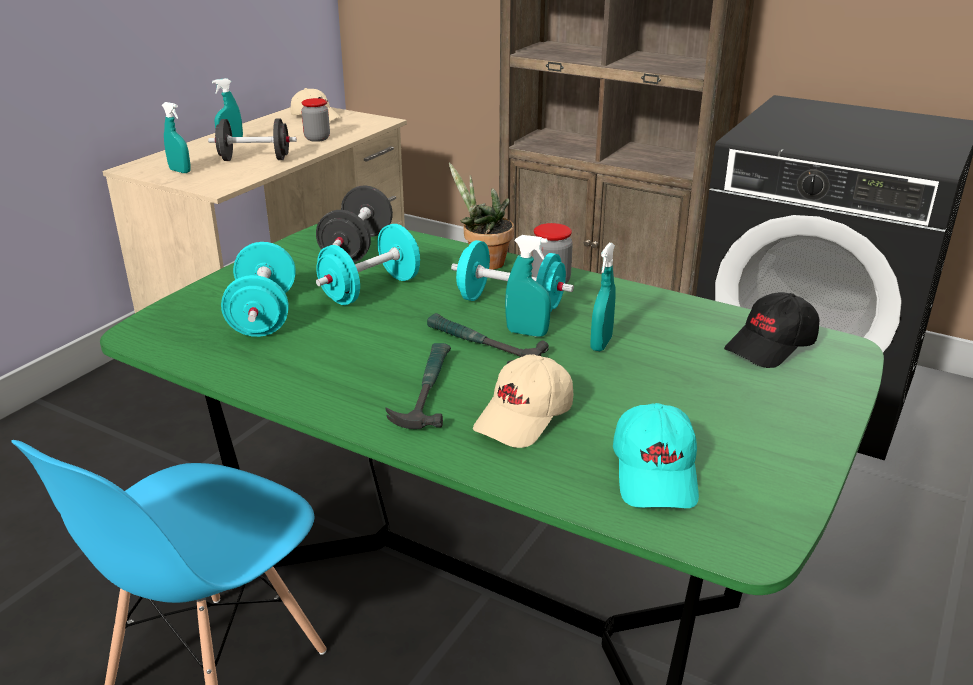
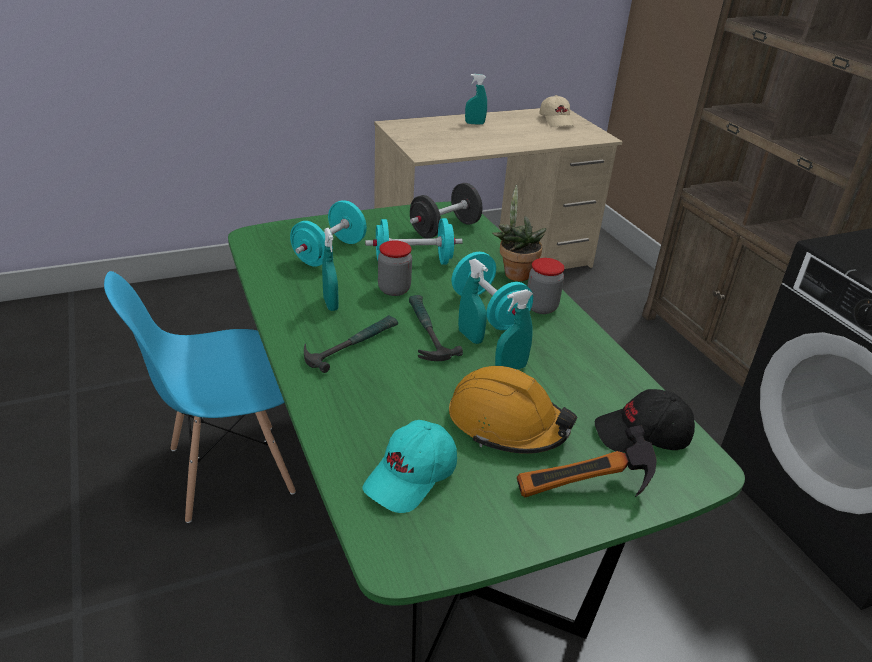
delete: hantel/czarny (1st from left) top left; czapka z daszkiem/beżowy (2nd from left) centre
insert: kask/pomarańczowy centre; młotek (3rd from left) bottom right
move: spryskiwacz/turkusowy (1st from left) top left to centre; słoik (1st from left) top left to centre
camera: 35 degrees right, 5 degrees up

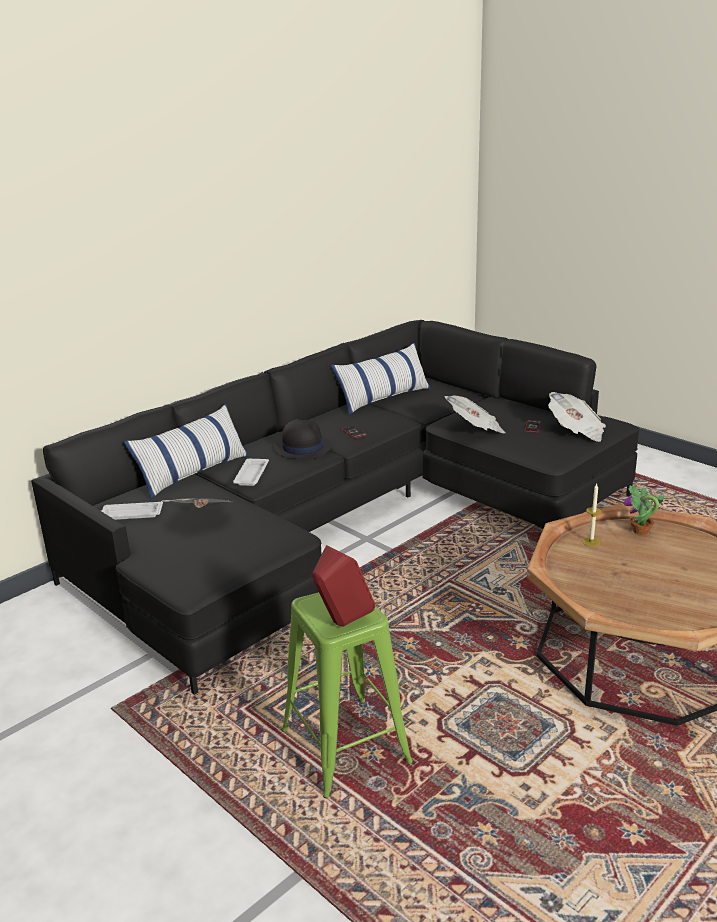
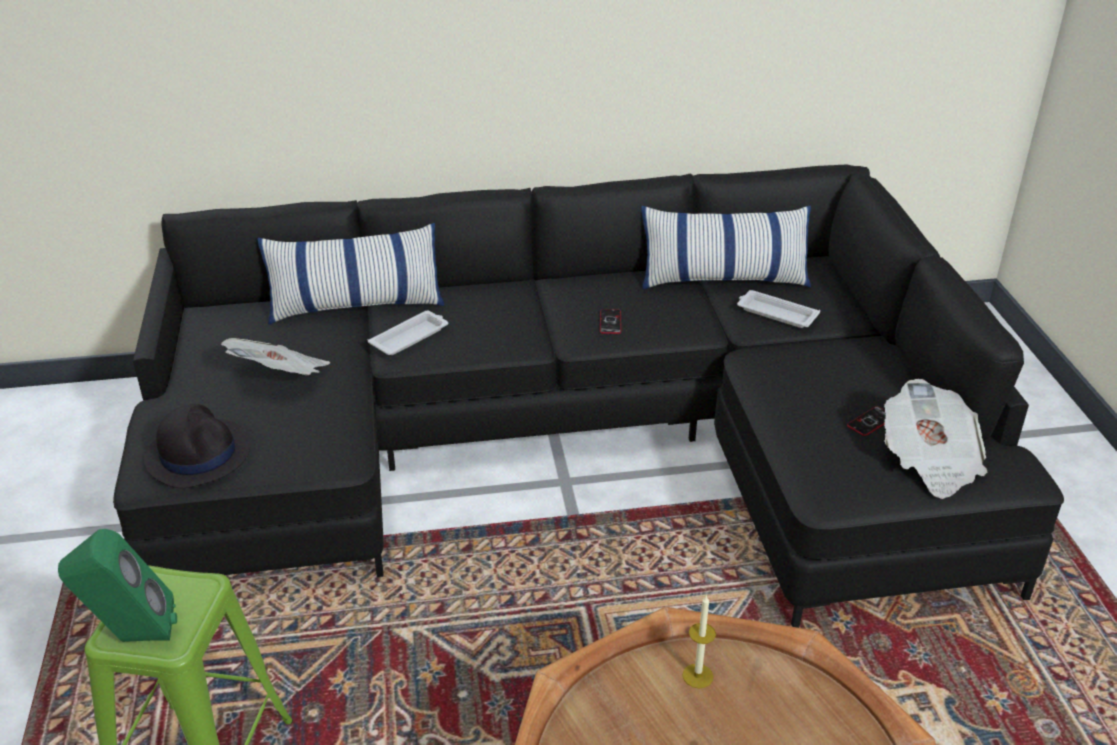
delete: gazeta (2nd from left) centre; roślina doniczkowa middle right
move: kapelusz/czarny centre to middle left; taca/biały (1st from left in the first image) middle left to taca/biały (2nd from left) middle right
recolor: głośnik/czerwony centre to głośnik/zielony bottom left
camera: 35 degrees right, 10 degrees up

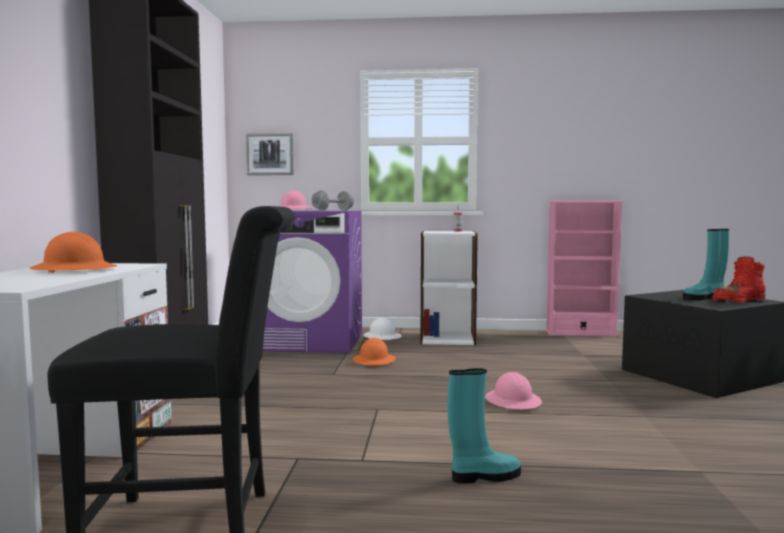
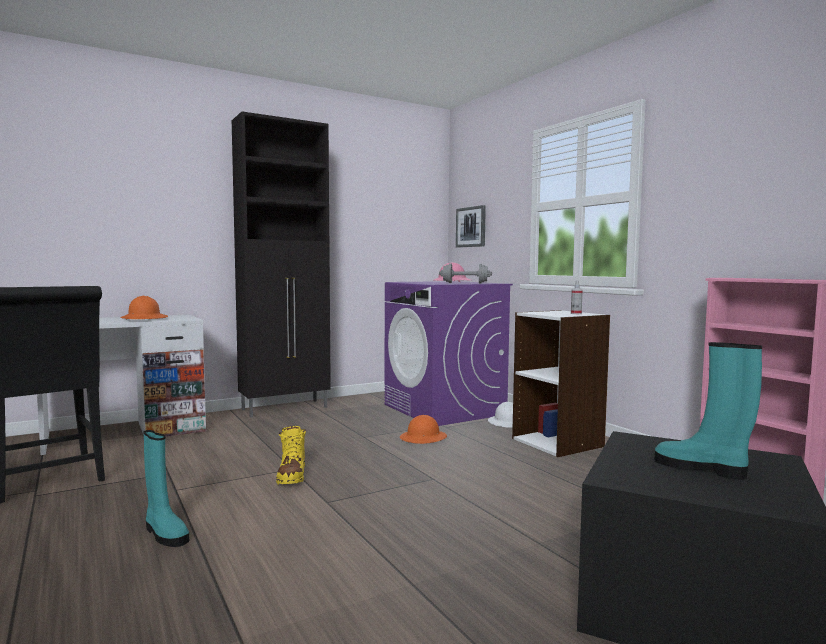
delete: kask/różowy (2nd from left) bottom centre; but z cholewką/czerwony middle right
insert: but z cholewką/żółty bottom centre
camera: 55 degrees right, 0 degrees up

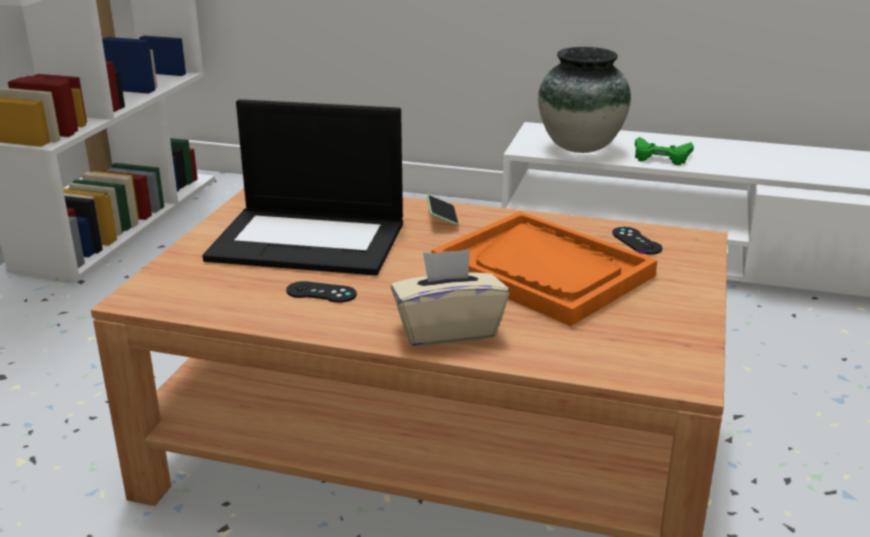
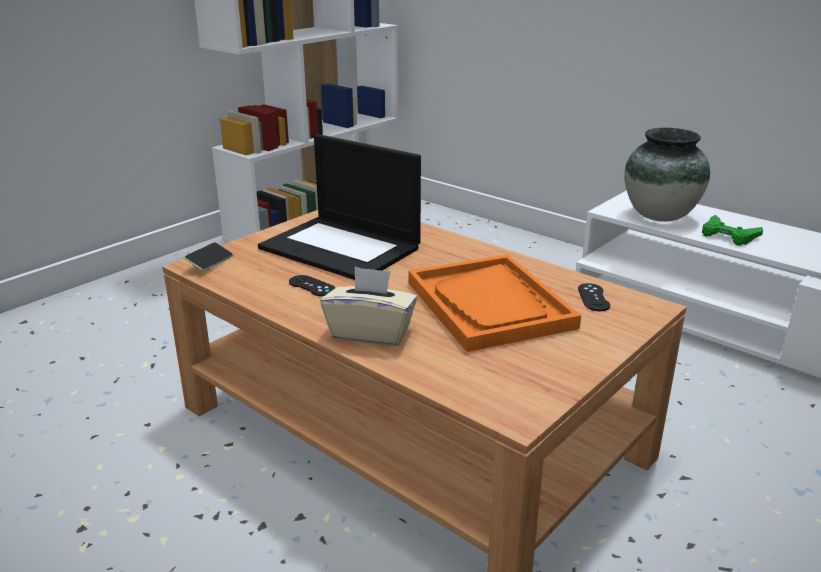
move: telefon centre to middle left
camera: 25 degrees right, 0 degrees up

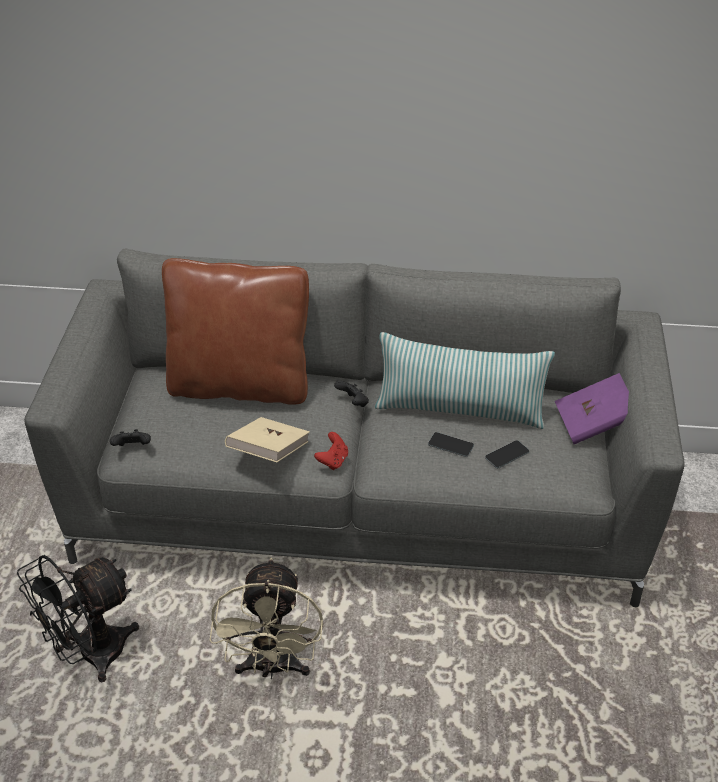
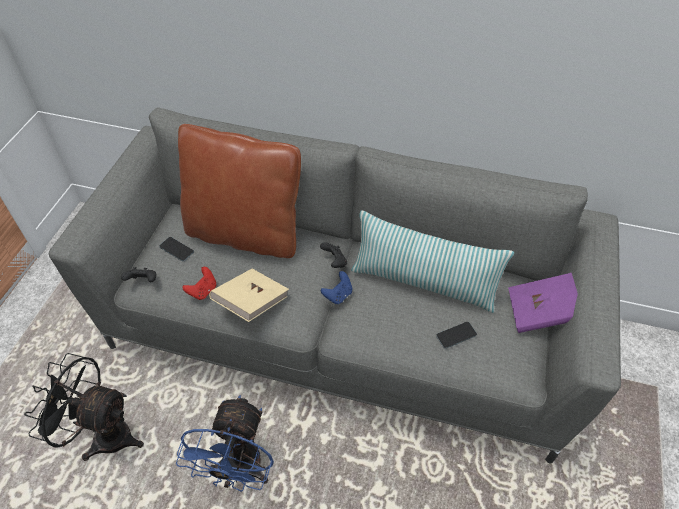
insert: pad do gier/niebieski centre
move: telefon (1st from left) centre to middle left; pad do gier/czerwony centre to middle left
recolor: wentylator/beżowy bottom centre to wentylator/niebieski bottom left
rotate: wentylator/czarny bottom left = bottom left 45 degrees clockwise
camera: 10 degrees right, 10 degrees up

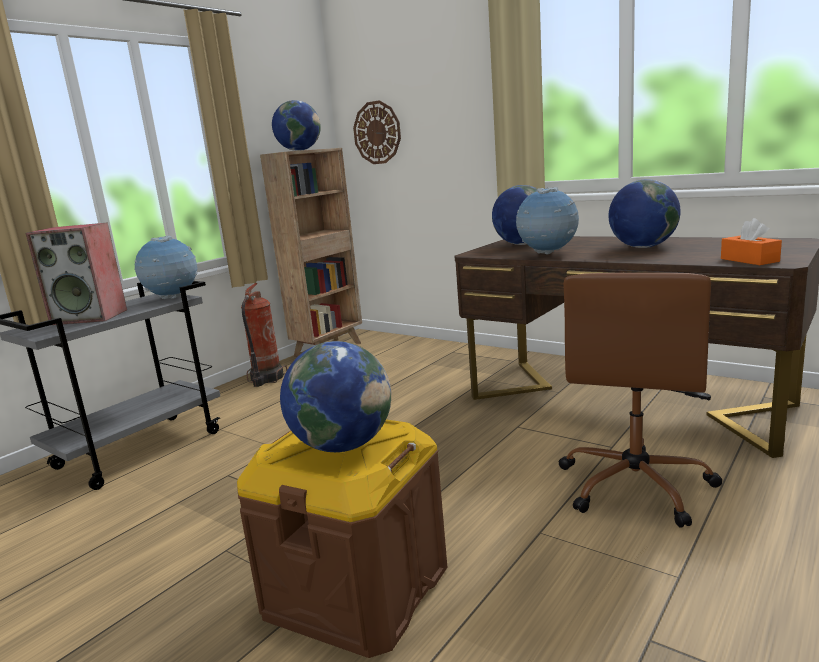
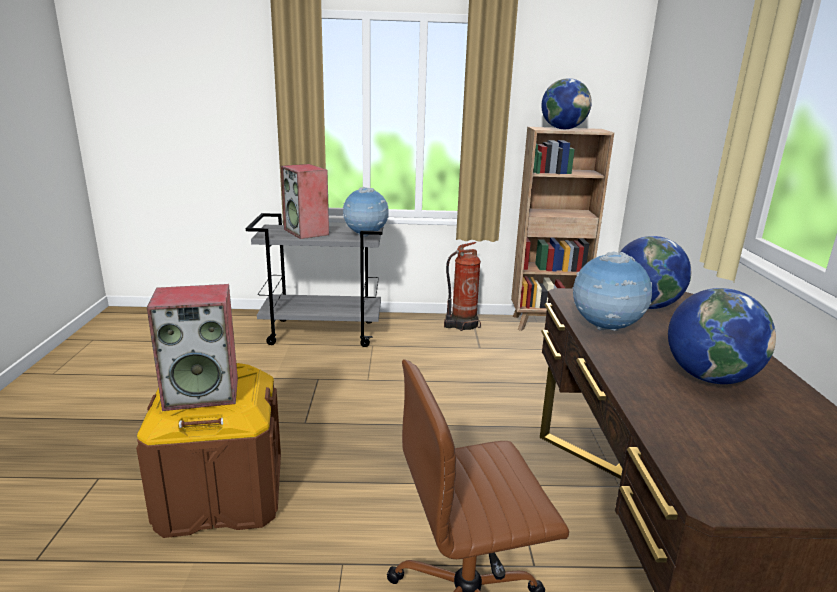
delete: zegar ścienny top centre; pudełko chusteczek/pomarańczowy middle right
replace: globus (3rd from left) centre to głośnik (1st from left) middle left
camera: 50 degrees right, 5 degrees up

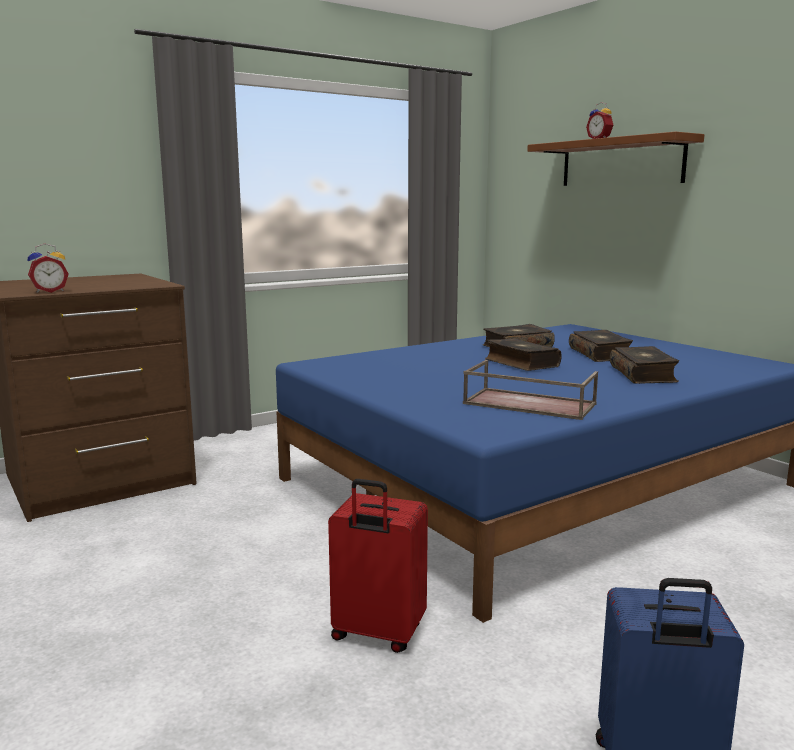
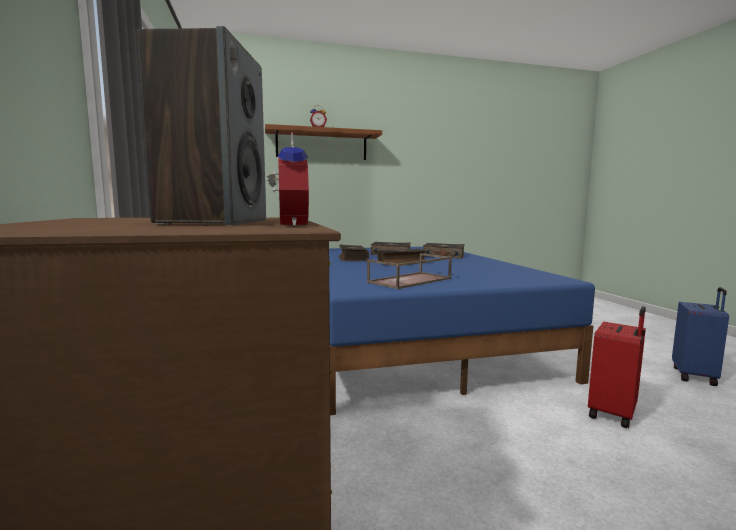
insert: głośnik top left
move: taca/brązowy middle right to centre
camera: 70 degrees left, 5 degrees down

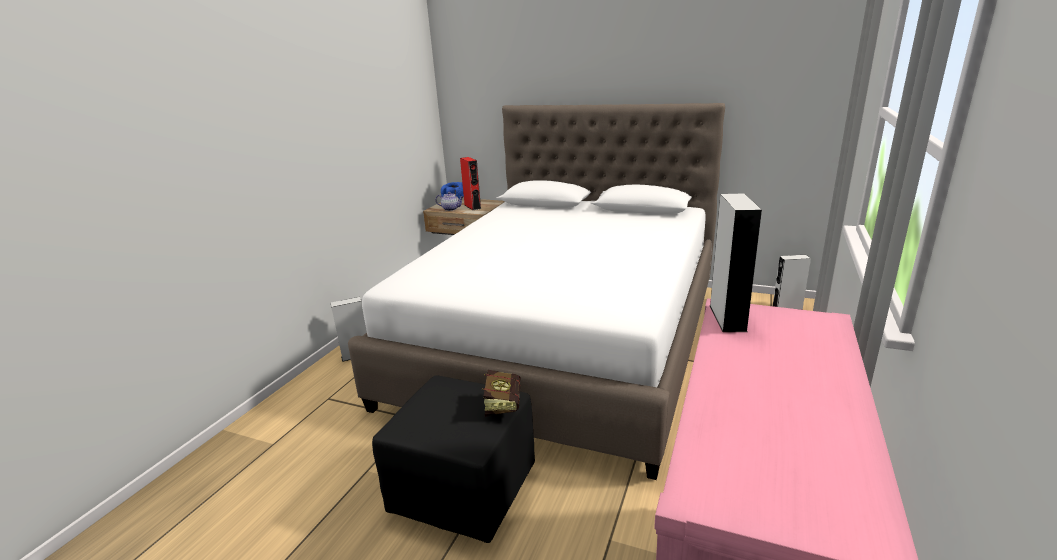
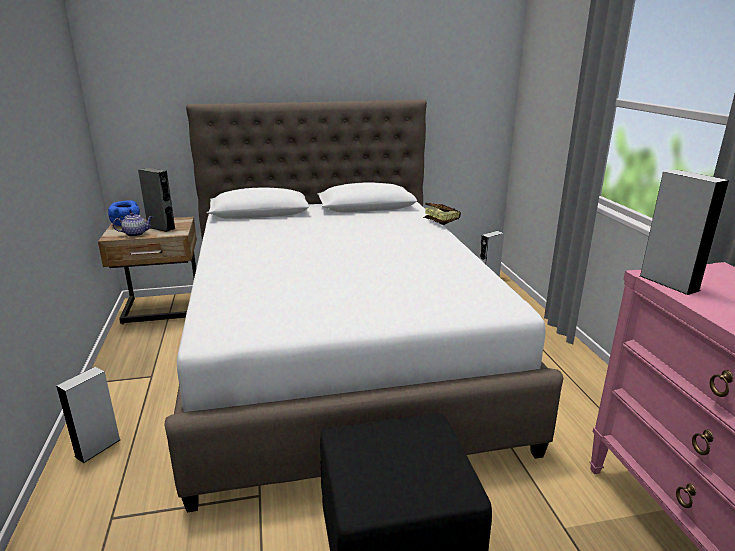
move: książka bottom centre to centre
recolor: głośnik/czerwony top centre to głośnik/szary (2nd from left) middle left
camera: 35 degrees left, 0 degrees up

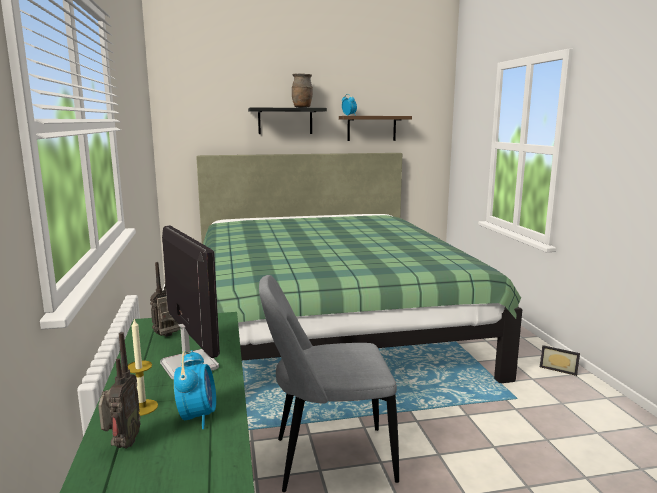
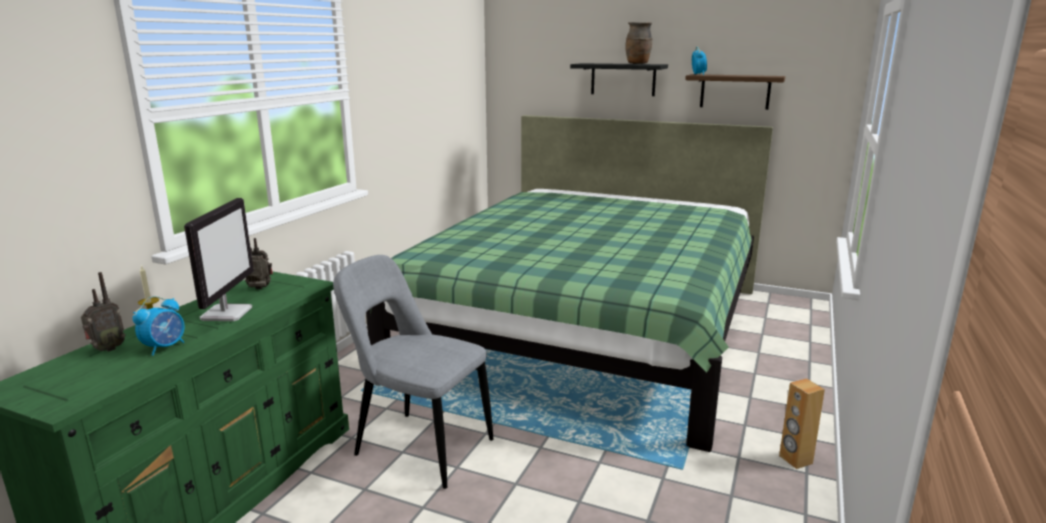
replace: ramka na zdjęcie bottom right to głośnik/brązowy bottom right
camera: 35 degrees right, 5 degrees up

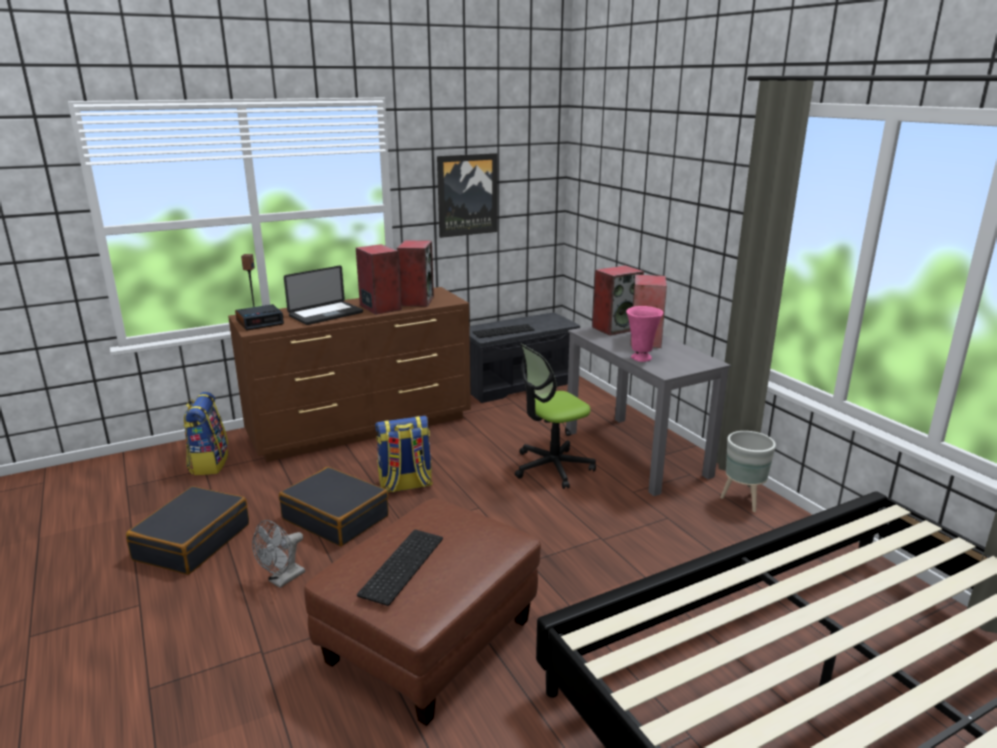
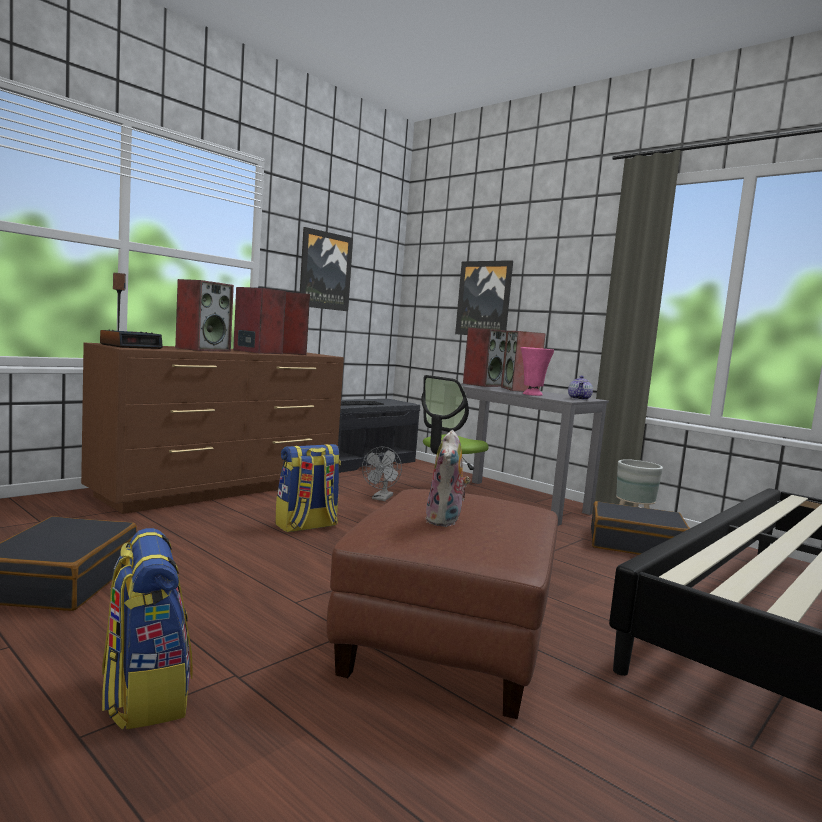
insert: obraz (2nd from left) centre; imbryk middle right
move: plecak (1st from left) middle left to bottom left; wentylator/szary bottom left to centre; walizka/czarny (2nd from left) bottom centre to middle right
replace: laptop middle left to głośnik (2nd from left) middle left; klawiatura (1st from left) bottom centre to pluszak centre
camera: 20 degrees left, 15 degrees down

